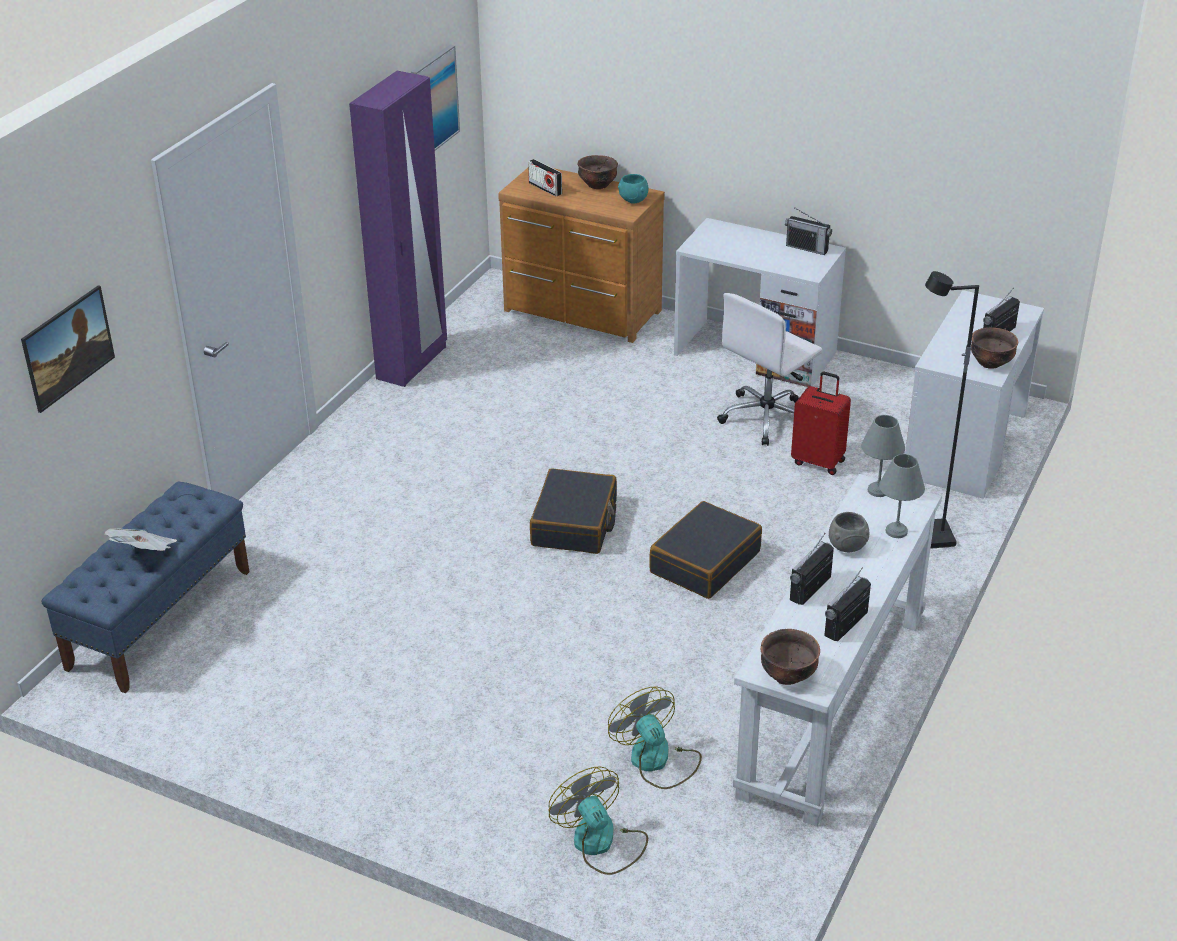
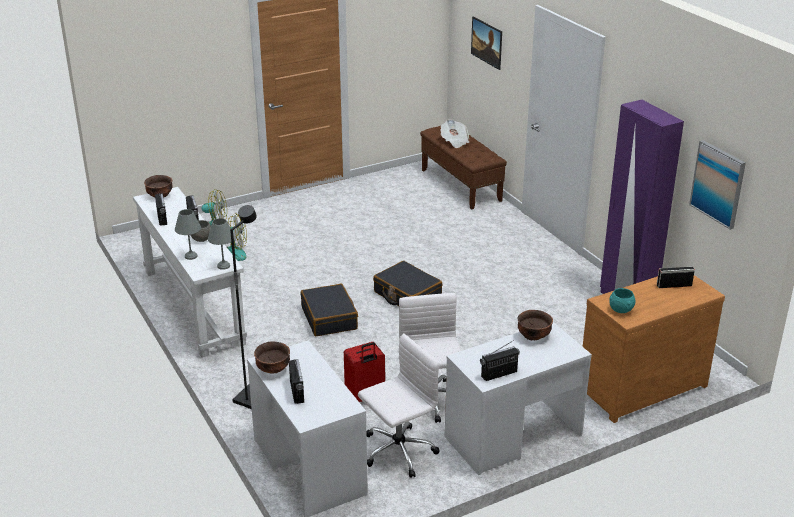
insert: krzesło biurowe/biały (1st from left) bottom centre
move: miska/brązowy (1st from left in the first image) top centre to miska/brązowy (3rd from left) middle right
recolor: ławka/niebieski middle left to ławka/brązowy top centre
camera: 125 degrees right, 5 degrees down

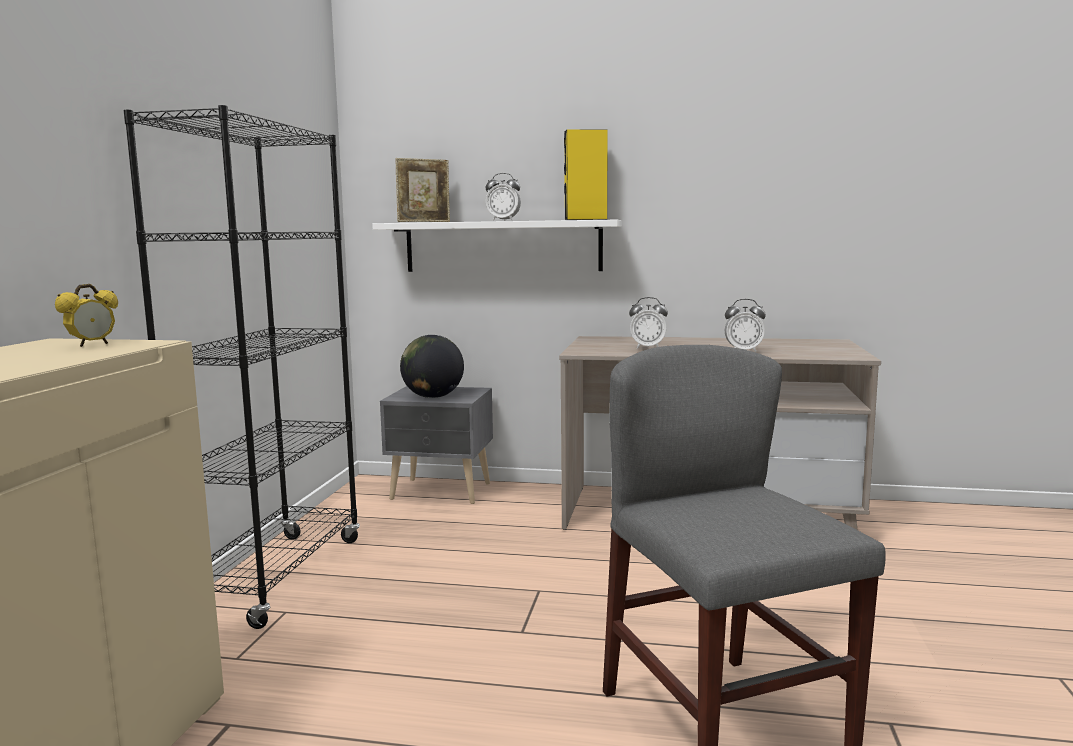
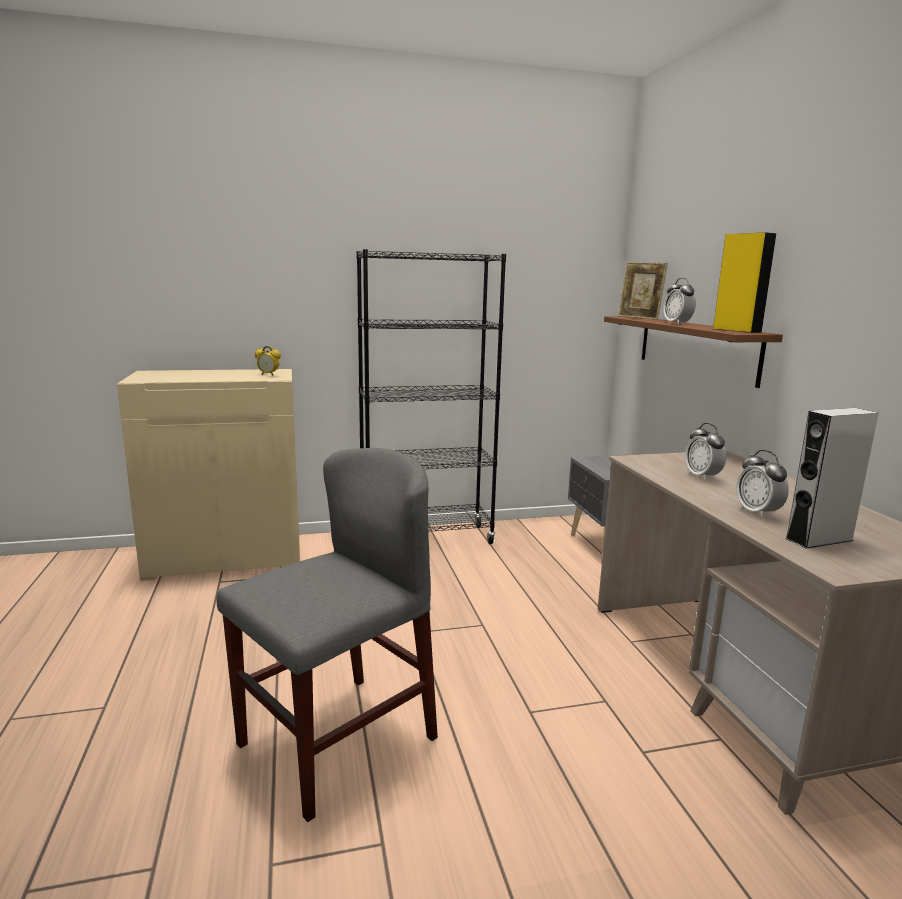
delete: globus centre
insert: głośnik/szary middle right
recolor: półka/biały top centre to półka/brązowy middle right
camera: 65 degrees right, 5 degrees up

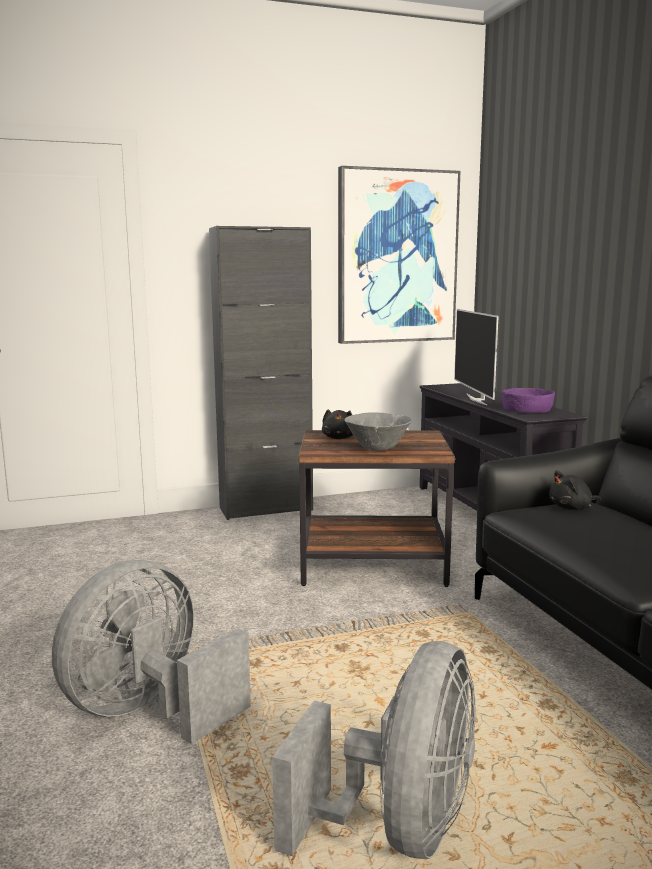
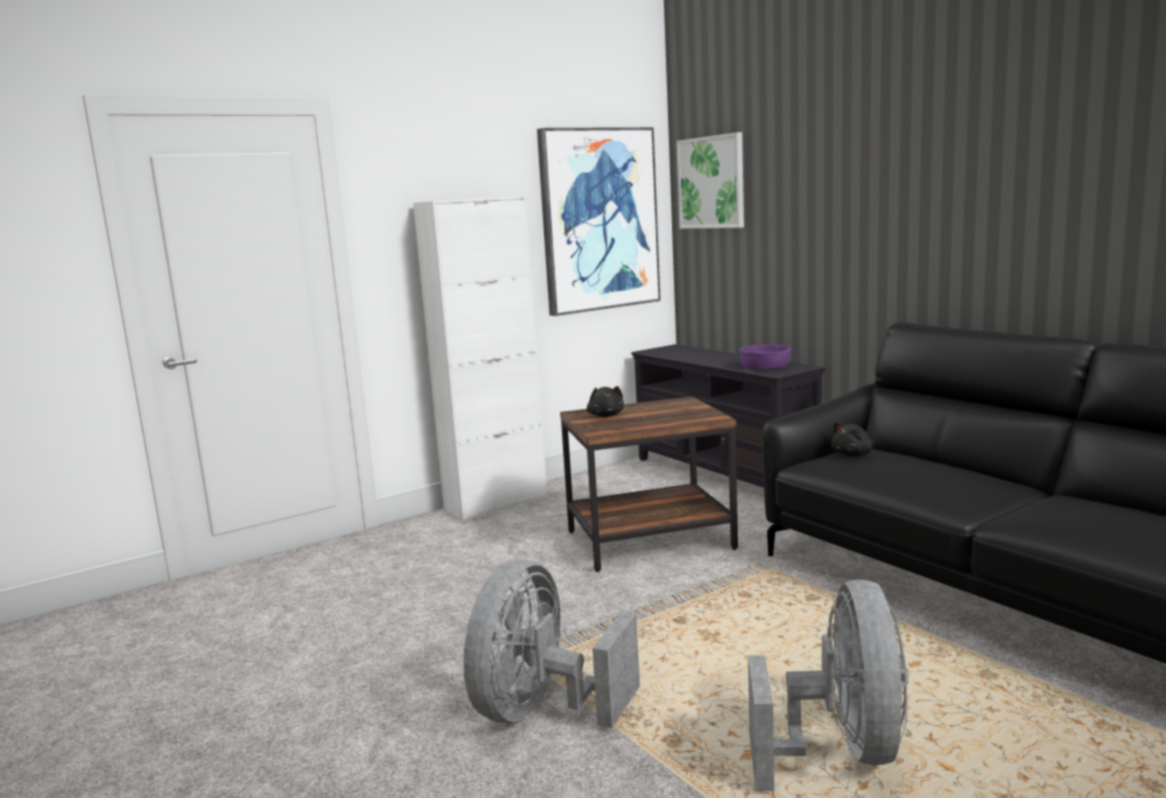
delete: miska/szary centre; telewizor middle right
insert: obraz (2nd from left) top centre
recolor: szafka/czarny centre to szafka/biały centre
camera: 15 degrees left, 0 degrees up

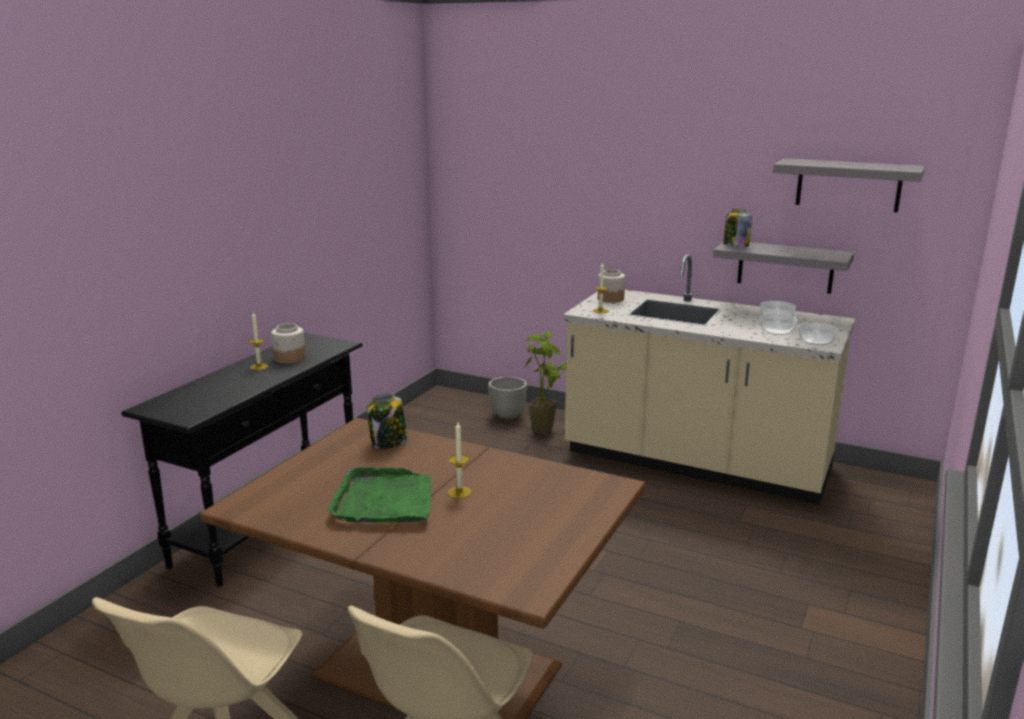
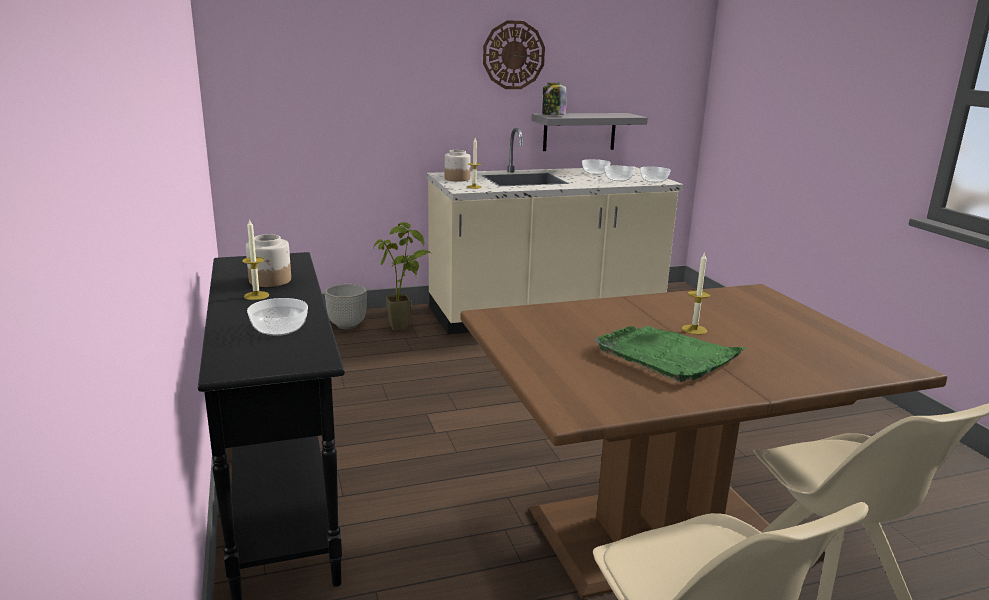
delete: słoik (2nd from left) centre; półka/szary (2nd from left) top right
insert: miska (1st from left) middle left; zegar ścienny top centre
camera: 45 degrees left, 0 degrees up

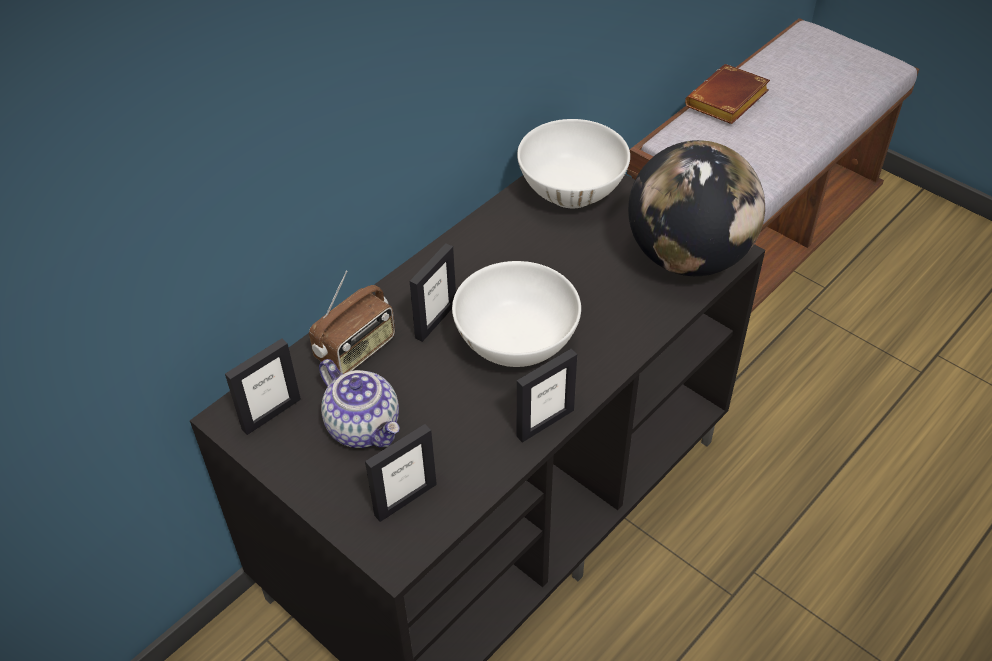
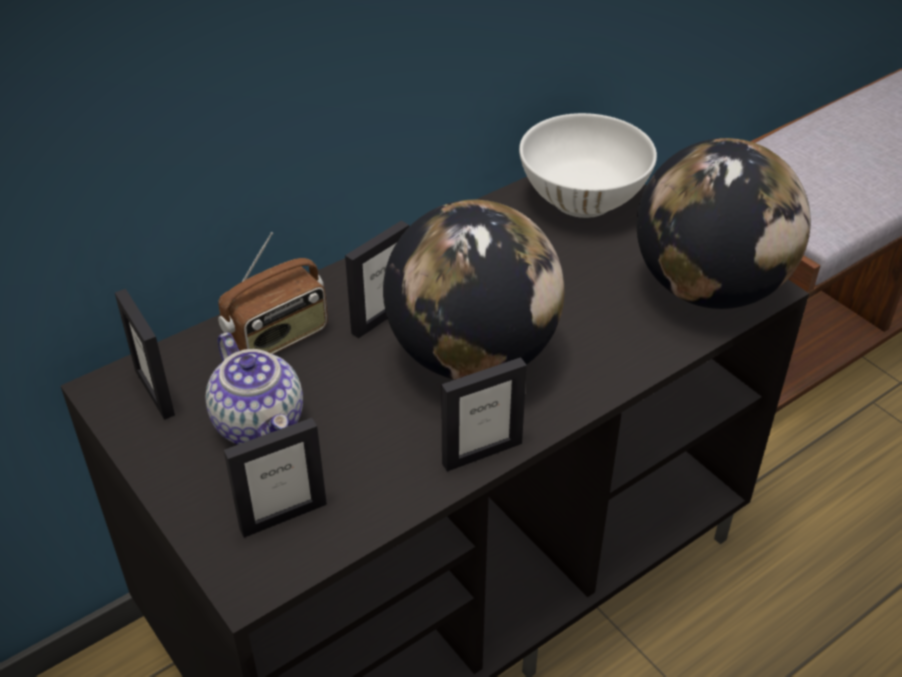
delete: książka/brązowy top right
replace: miska/biały (1st from left) centre to globus (1st from left) centre
rotate: ramka na zdjęcie (1st from left) middle left = middle left 90 degrees clockwise
camera: 10 degrees right, 5 degrees down

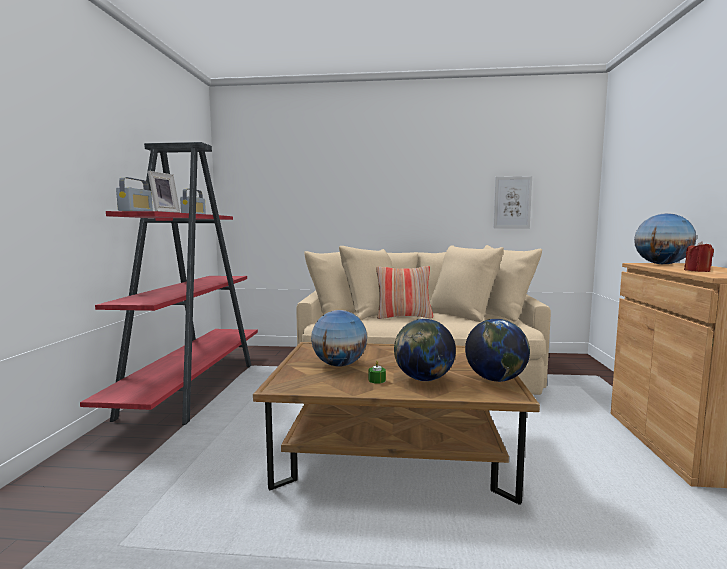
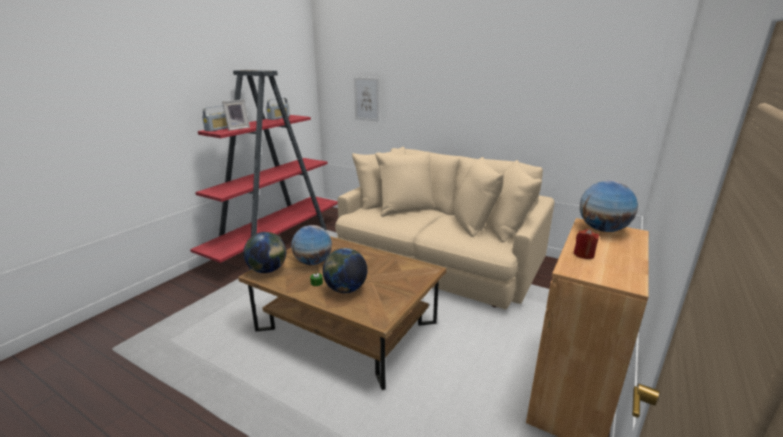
delete: poduszka centre
move: globus (3rd from left in the first image) middle right to globus (1st from left) centre; obraz middle right to top centre
camera: 25 degrees right, 15 degrees up

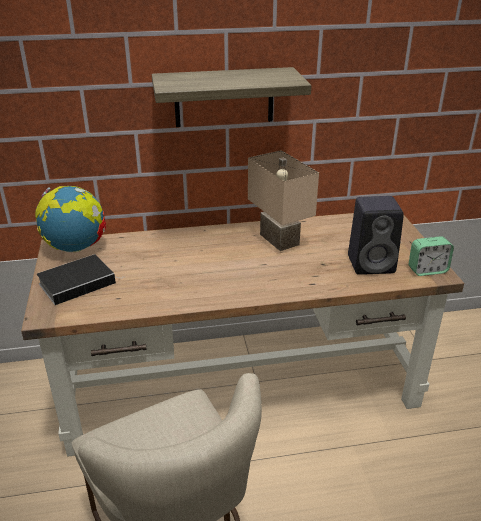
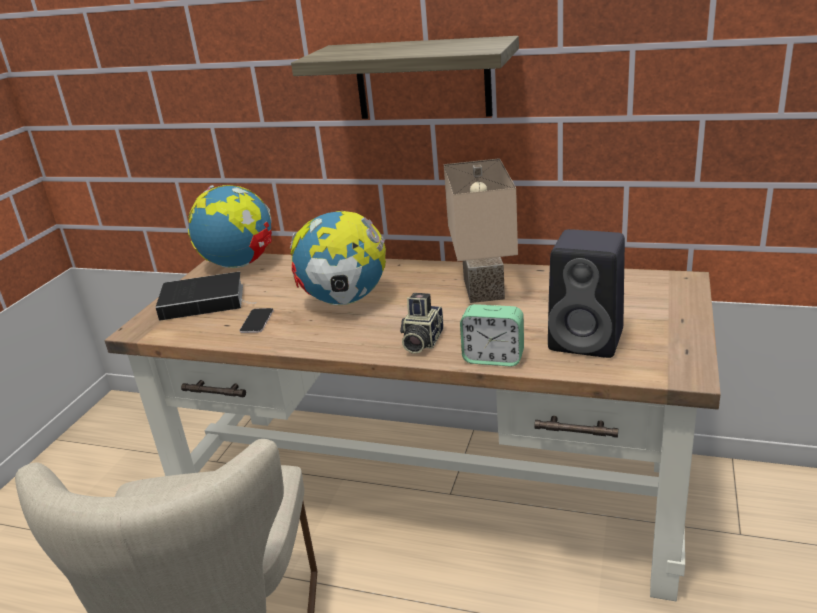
insert: telefon middle left; globus (2nd from left) centre; aparat fotograficzny centre
move: budzik middle right to centre
camera: 30 degrees right, 5 degrees down

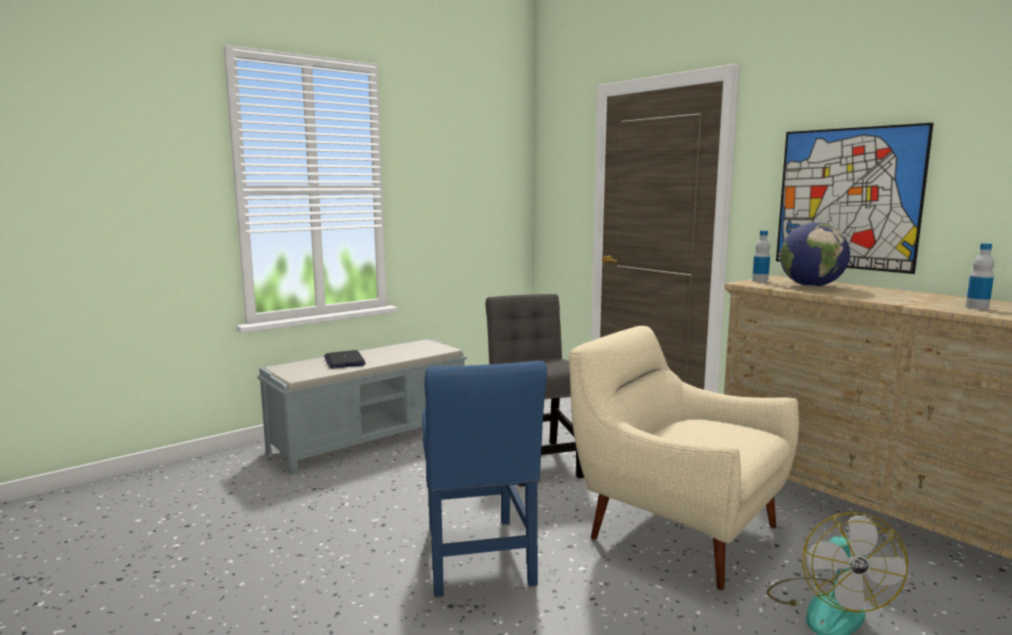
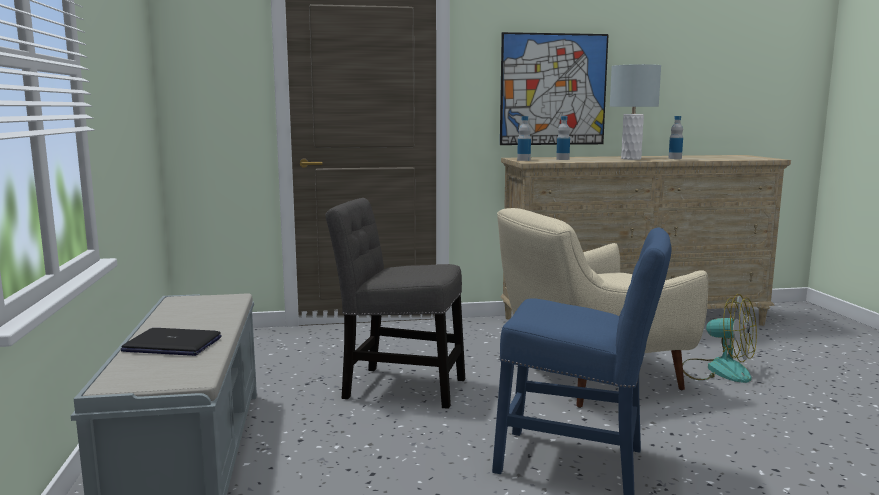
insert: lampa stołowa/szary top right
replace: globus middle right to butelka (2nd from left) top centre
camera: 60 degrees left, 0 degrees up

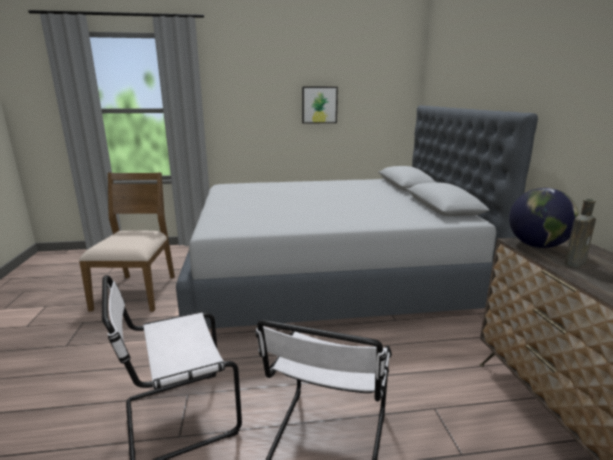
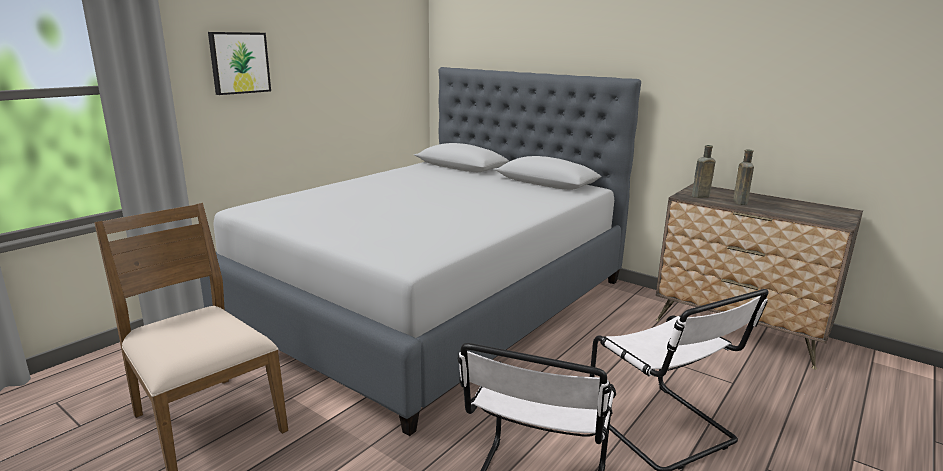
move: obraz top centre to top left
replace: globus middle right to butelka/brązowy (1st from left) middle right
camera: 45 degrees left, 0 degrees up

